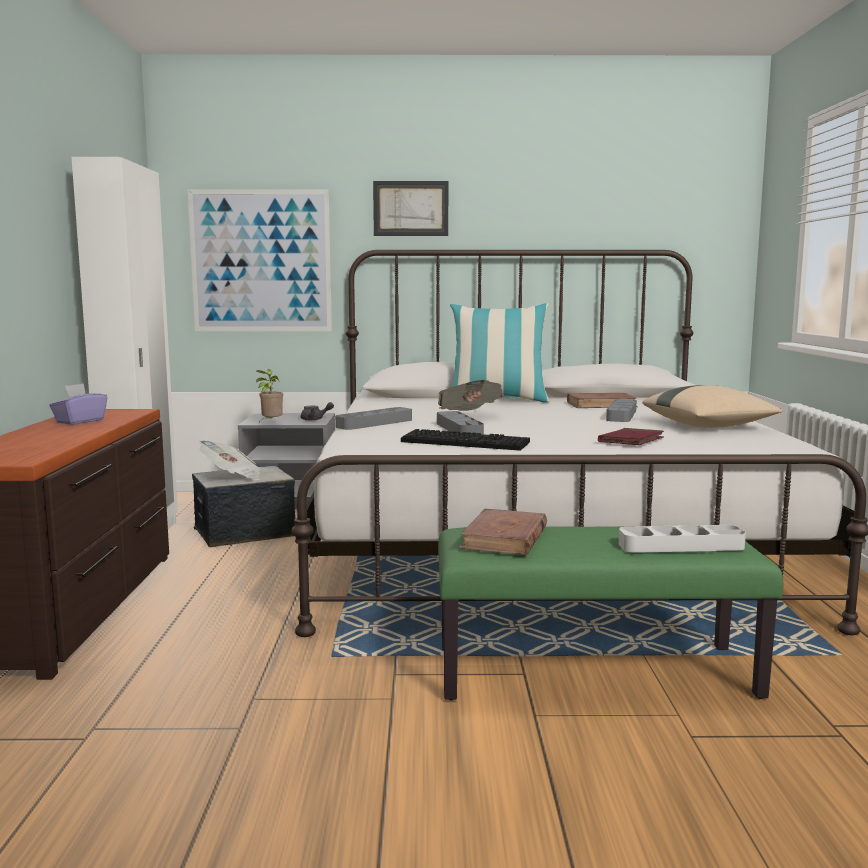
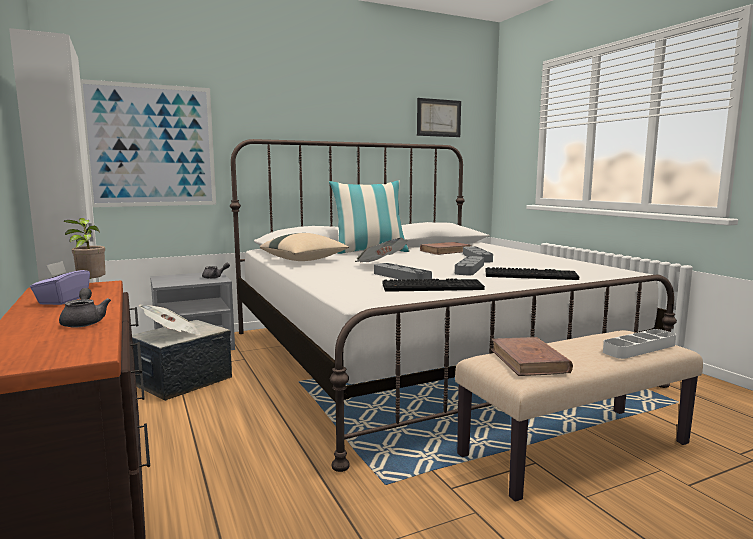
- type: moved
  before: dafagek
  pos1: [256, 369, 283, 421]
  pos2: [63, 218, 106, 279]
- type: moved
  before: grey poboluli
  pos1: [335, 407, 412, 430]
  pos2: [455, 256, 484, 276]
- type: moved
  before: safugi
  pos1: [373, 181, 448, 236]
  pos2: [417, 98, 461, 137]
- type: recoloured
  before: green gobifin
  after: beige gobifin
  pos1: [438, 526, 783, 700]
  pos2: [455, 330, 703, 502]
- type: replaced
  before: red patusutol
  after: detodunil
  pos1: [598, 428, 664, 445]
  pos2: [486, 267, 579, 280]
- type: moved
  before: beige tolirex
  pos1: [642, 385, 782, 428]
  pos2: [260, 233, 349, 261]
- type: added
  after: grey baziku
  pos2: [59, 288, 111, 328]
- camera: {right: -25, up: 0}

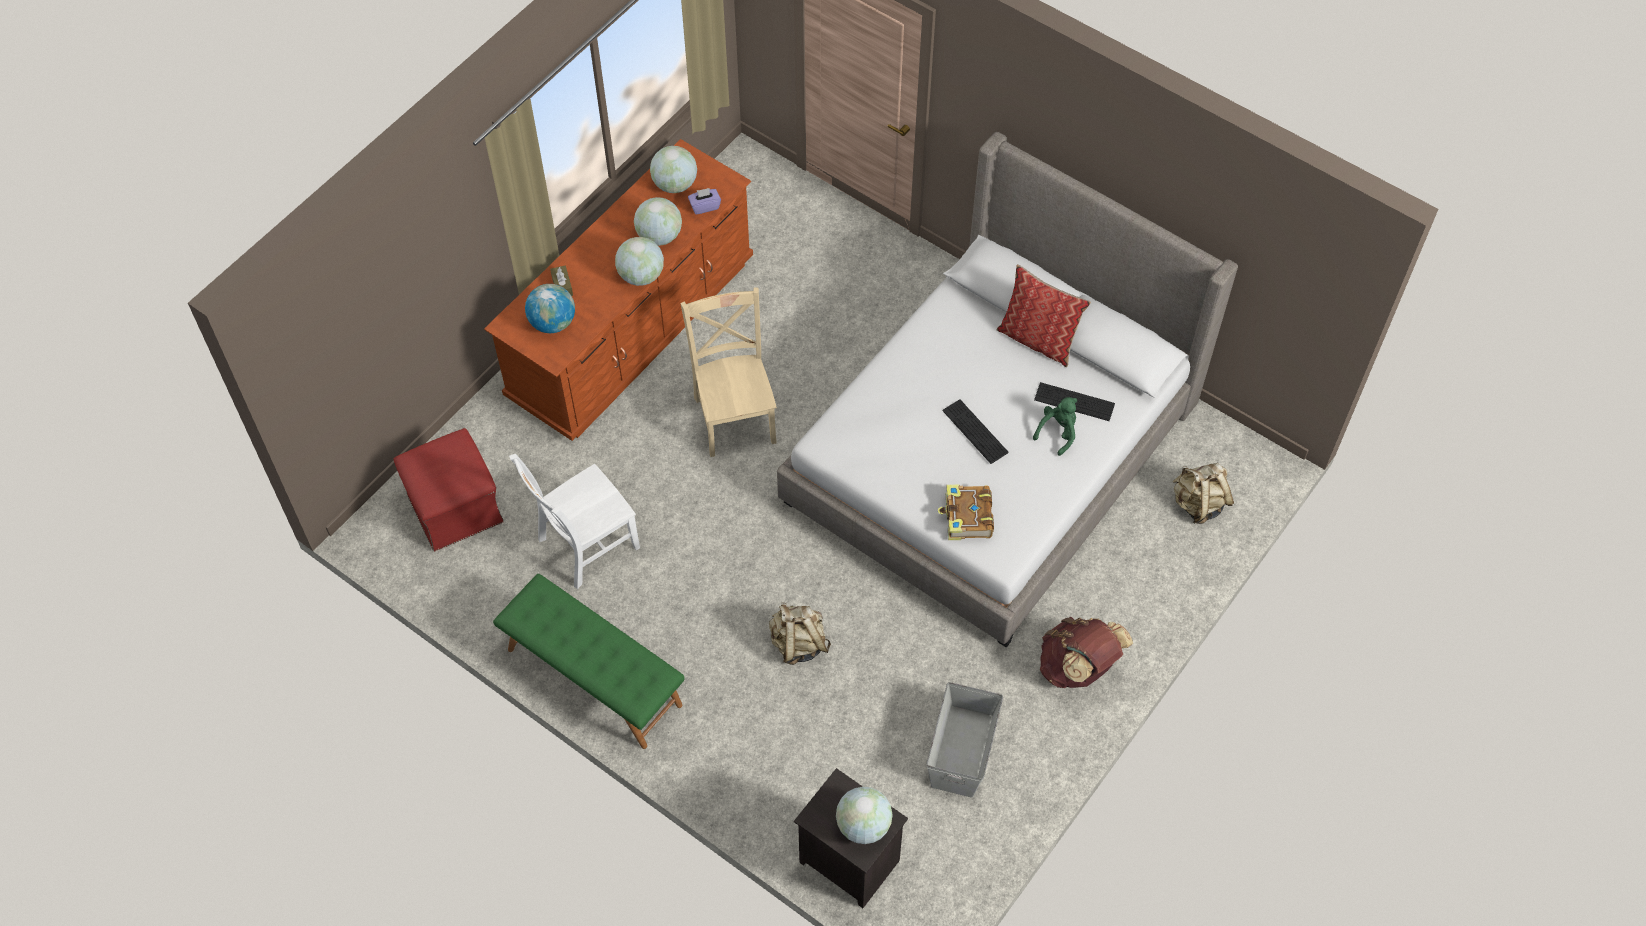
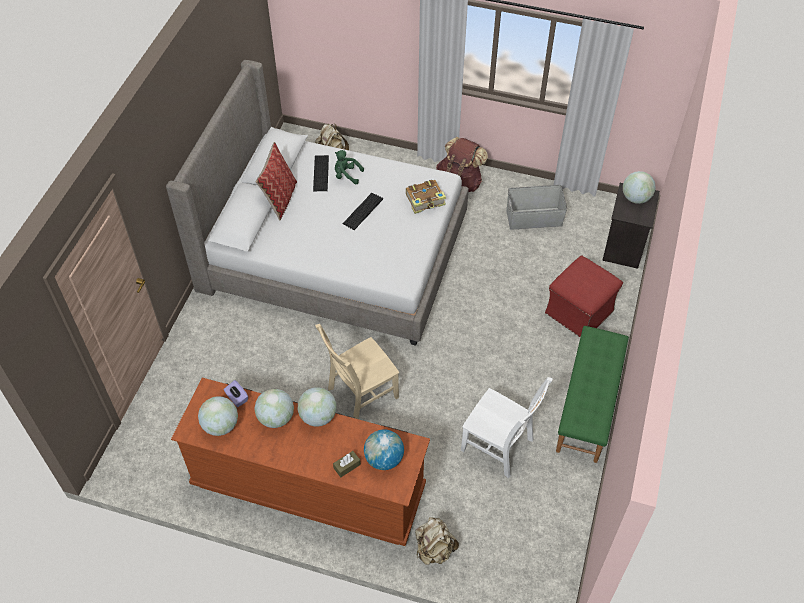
- type: moved
  before: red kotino
  pos1: [394, 428, 504, 551]
  pos2: [545, 255, 623, 337]
- type: moved
  before: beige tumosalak
  pos1: [769, 603, 831, 665]
  pos2: [415, 517, 459, 565]
- camera: {right: -110, up: -5}

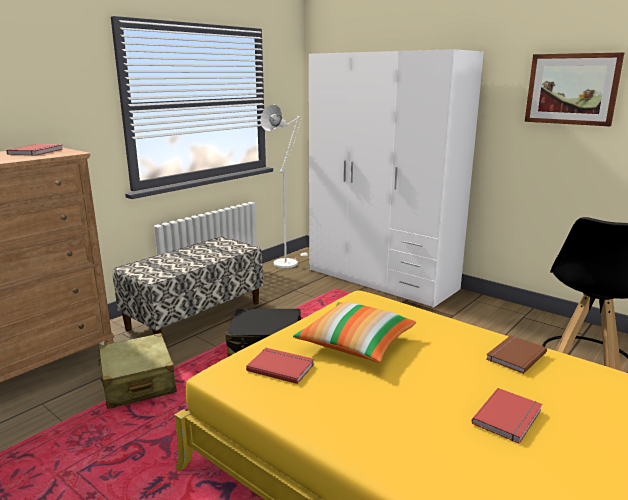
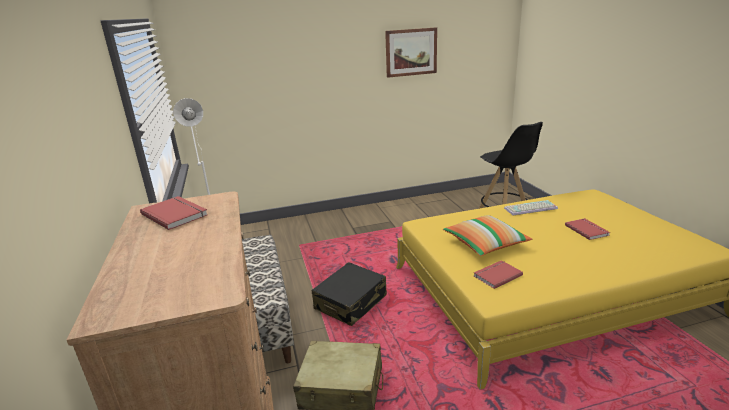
- type: removed
  before: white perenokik
  pos1: [309, 49, 484, 308]
- type: replaced
  before: brown patusutol
  after: detodunil
  pos1: [486, 335, 547, 374]
  pos2: [504, 200, 558, 215]
- camera: {right: -55, up: 5}

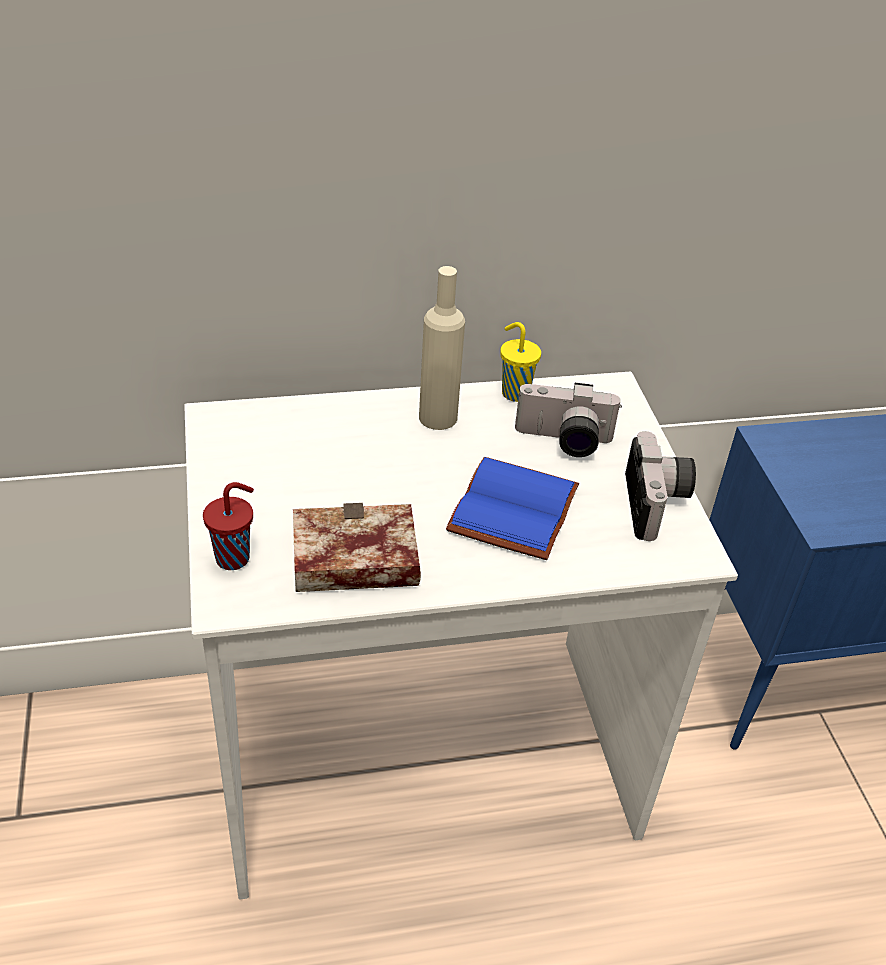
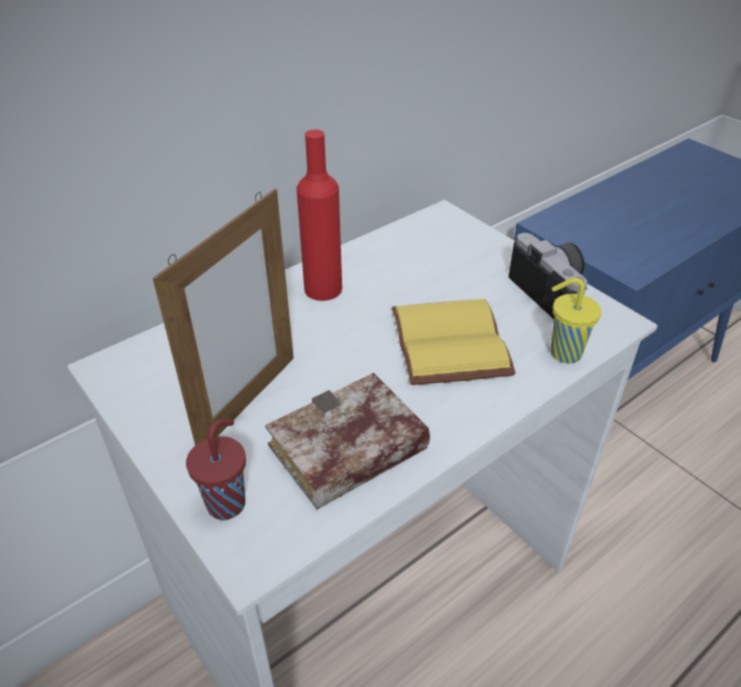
- type: recoloured
  before: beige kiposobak
  after: red kiposobak
  pos1: [419, 266, 465, 430]
  pos2: [296, 130, 342, 301]
- type: recoloured
  before: blue patusutol
  after: yellow patusutol
  pos1: [446, 457, 579, 560]
  pos2: [392, 299, 516, 385]
- type: moved
  before: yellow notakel
  pos1: [500, 322, 541, 402]
  pos2: [550, 278, 601, 363]
- type: removed
  before: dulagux
  pos1: [515, 383, 622, 457]
- type: added
  after: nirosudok
  pos2: [153, 189, 294, 445]
- camera: {right: -25, up: 0}

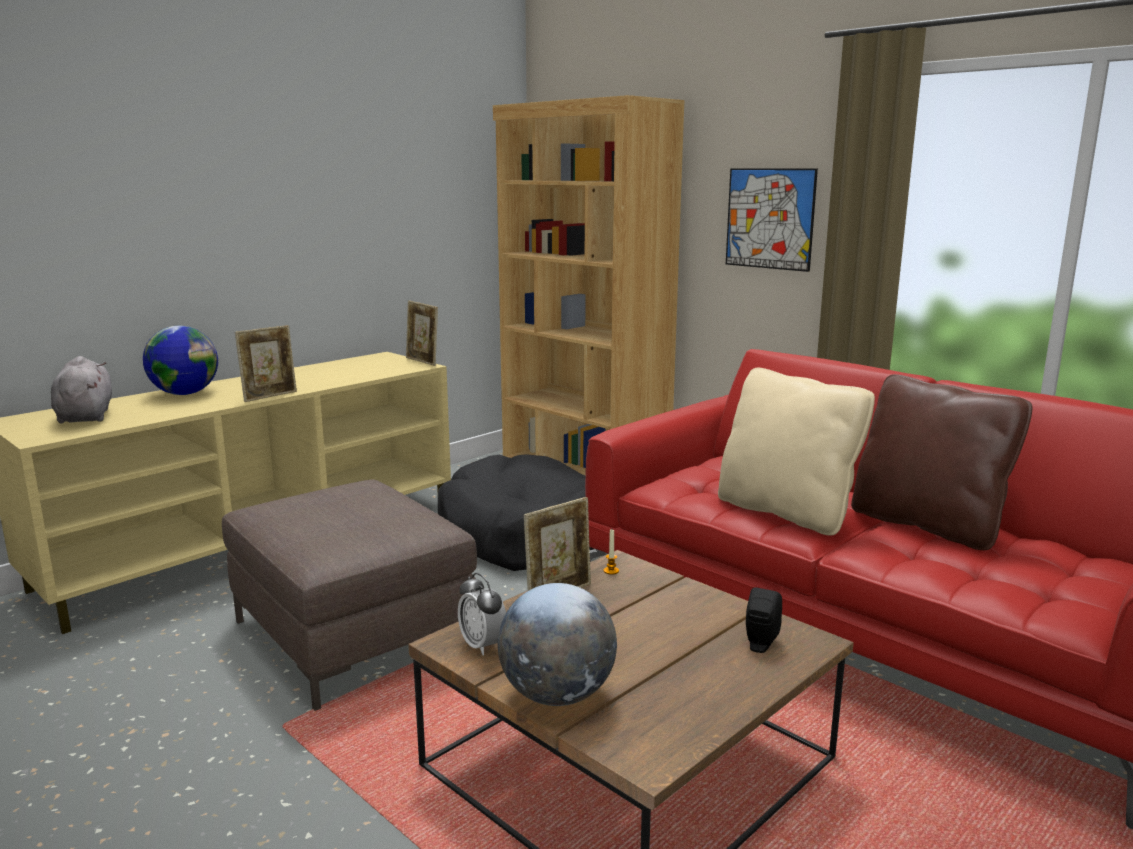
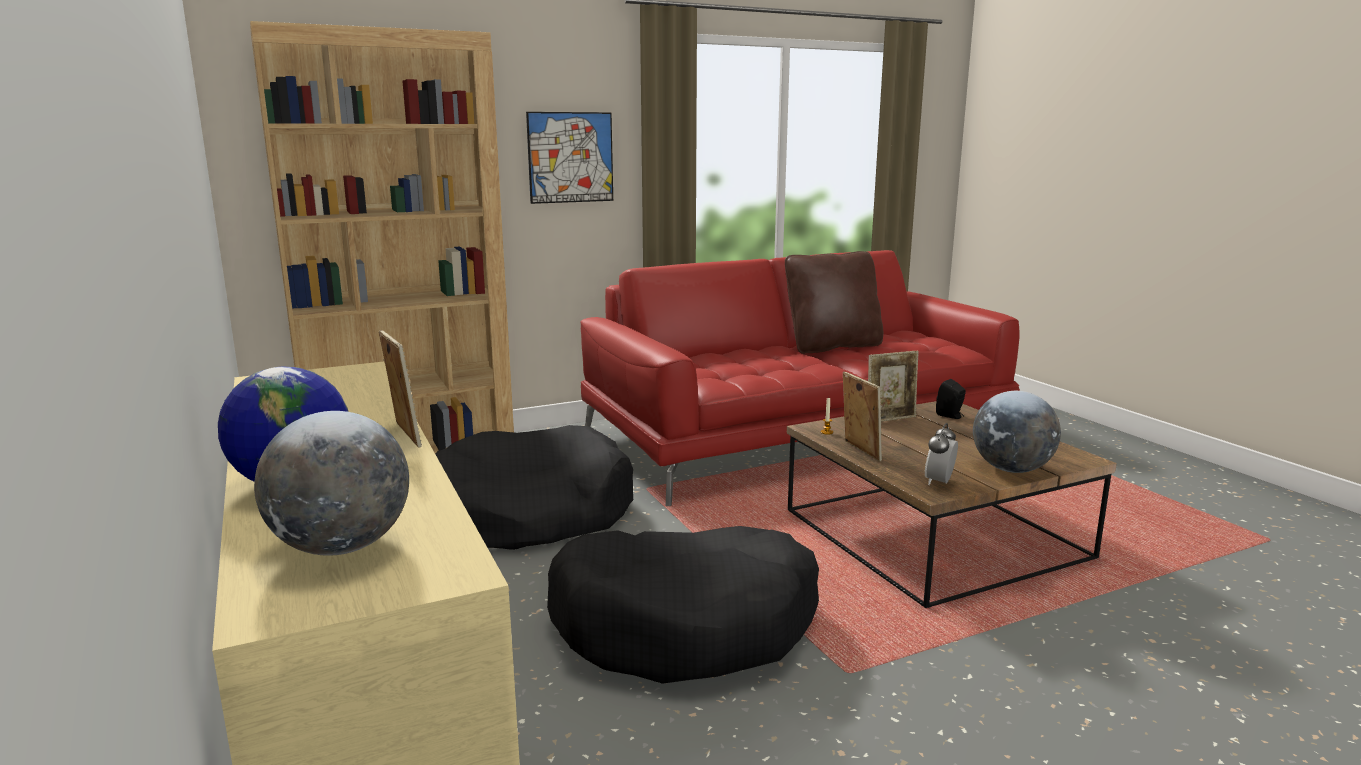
- type: replaced
  before: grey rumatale
  after: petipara
  pos1: [51, 356, 112, 423]
  pos2: [254, 411, 409, 556]
- type: replaced
  before: brown kotino
  after: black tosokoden
  pos1: [222, 479, 478, 711]
  pos2: [547, 526, 819, 684]
- type: moved
  before: nirosudok
  pos1: [406, 300, 438, 366]
  pos2: [868, 351, 919, 422]
- type: turned
  before: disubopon
  pos1: [458, 573, 506, 656]
  pos2: [925, 423, 958, 485]
  turn: 135
- type: removed
  before: beige tolirex
  pos1: [718, 368, 875, 536]
- camera: {right: -70, up: 0}

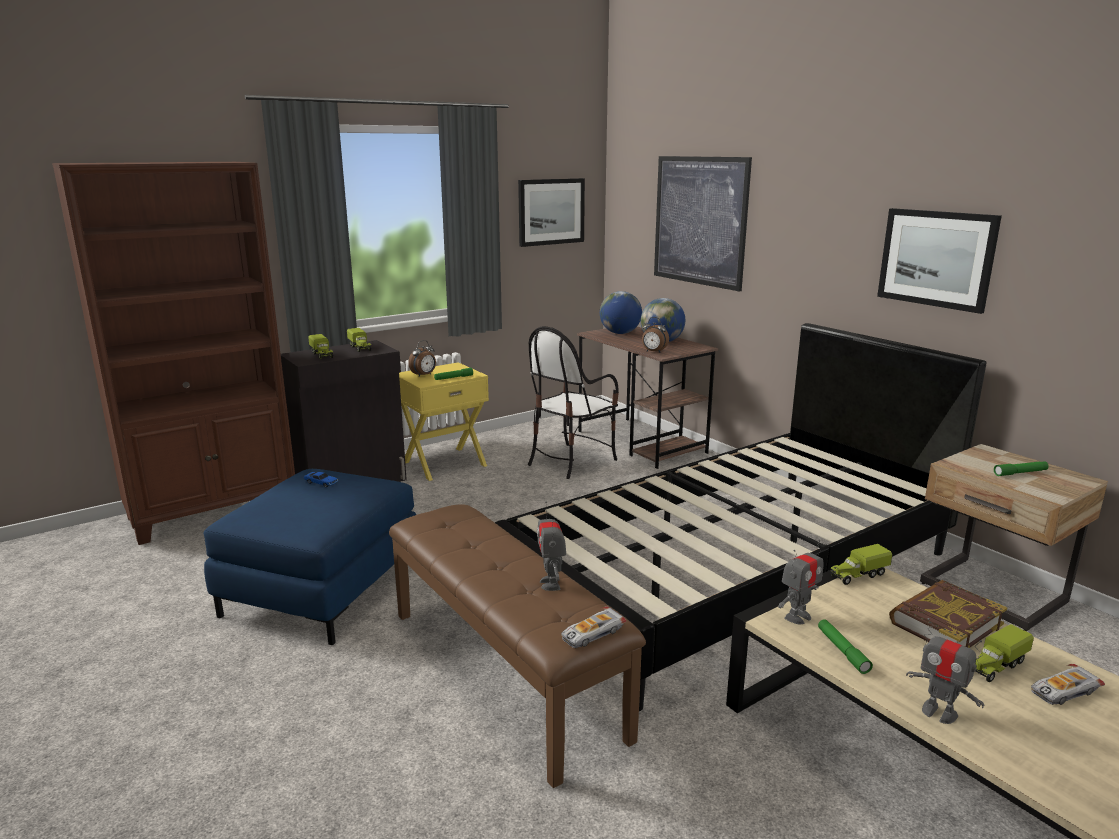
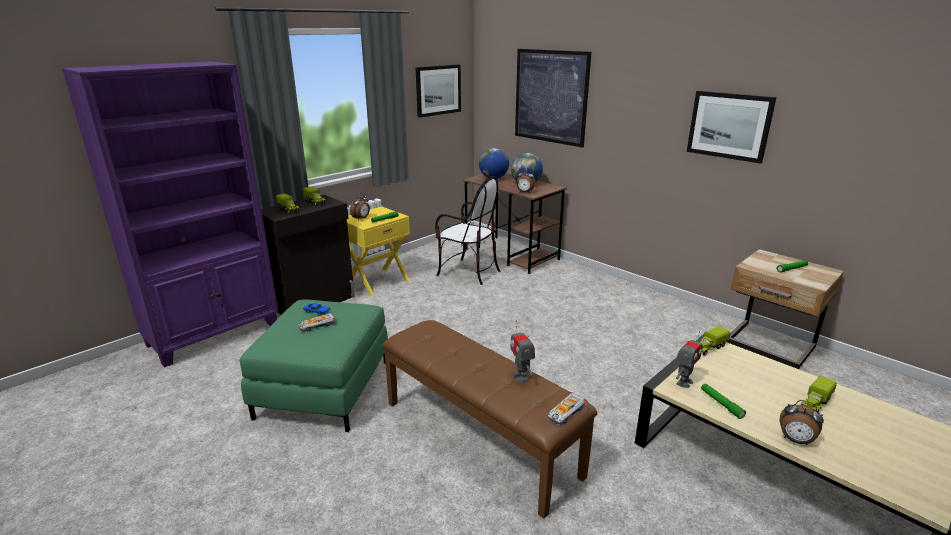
- type: recoloured
  before: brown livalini
  after: purple livalini
  pos1: [52, 162, 295, 545]
  pos2: [62, 61, 278, 368]
- type: recoloured
  before: blue kotino
  after: green kotino
  pos1: [203, 469, 416, 645]
  pos2: [239, 300, 388, 432]
- type: removed
  before: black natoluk
  pos1: [495, 323, 986, 711]
- type: turned
  before: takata
  pos1: [528, 326, 619, 479]
  pos2: [435, 176, 500, 285]
  turn: -90
- type: removed
  before: patusutol
  pos1: [889, 580, 1007, 648]
- type: replaced
  before: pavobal
  after: disubopon
  pos1: [906, 618, 984, 724]
  pos2: [780, 400, 824, 445]
- type: moved
  before: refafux
  pos1: [1031, 664, 1105, 705]
  pos2: [298, 313, 335, 332]
- camera: {right: -10, up: 5}

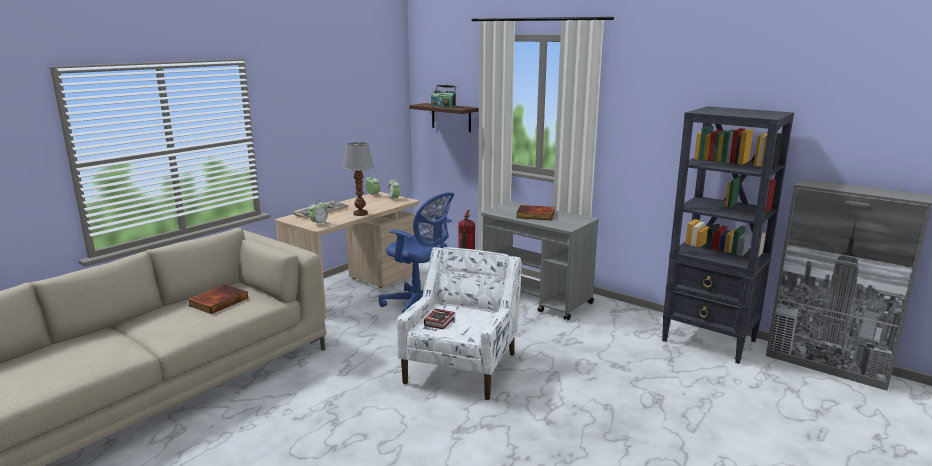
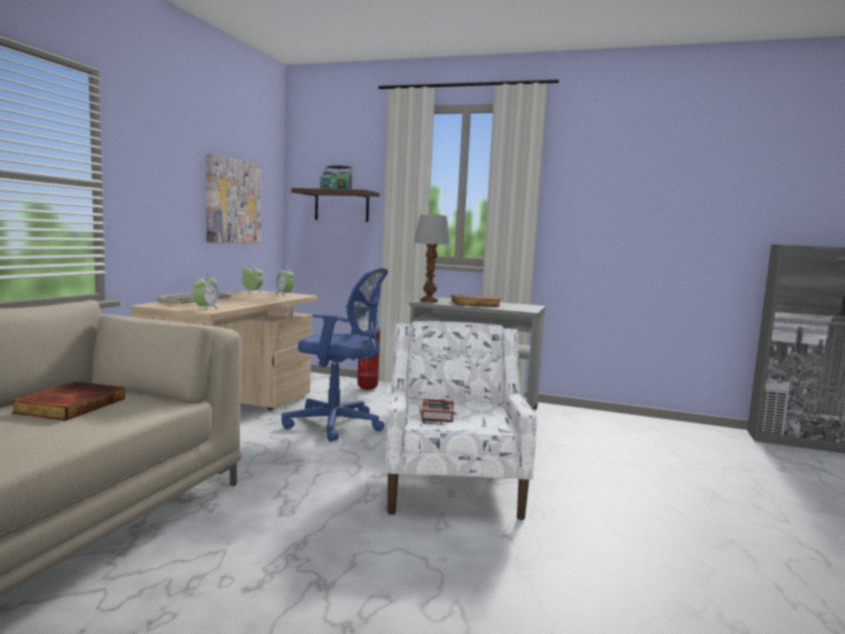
- type: moved
  before: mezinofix
  pos1: [342, 142, 374, 216]
  pos2: [414, 215, 451, 303]
- type: removed
  before: black livalini
  pos1: [662, 106, 794, 364]
- type: added
  after: safugi
  pos2: [206, 153, 261, 243]
- camera: {right: -20, up: -10}

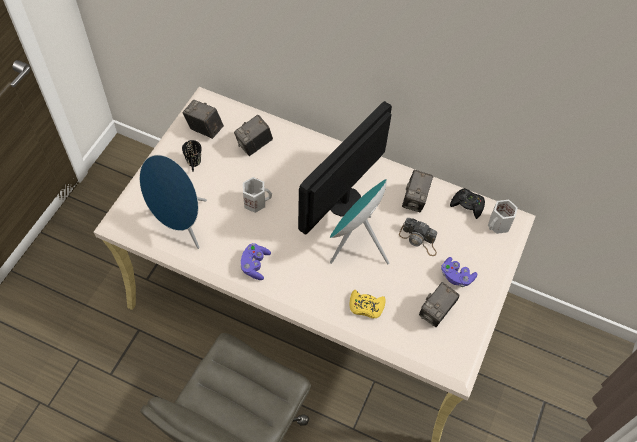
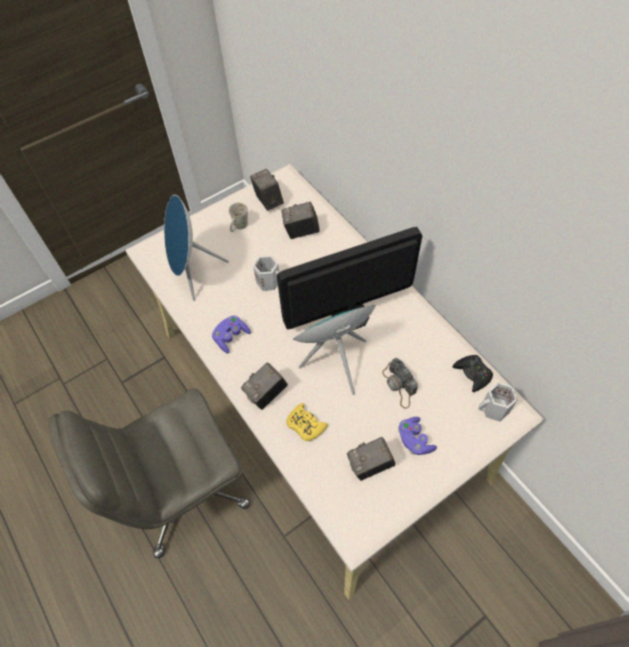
- type: recoloured
  before: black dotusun
  after: white dotusun
  pos1: [182, 140, 201, 172]
  pos2: [229, 202, 248, 232]
- type: moved
  before: dulagux
  pos1: [402, 170, 433, 212]
  pos2: [241, 362, 288, 410]
- camera: {right: 35, up: 0}

